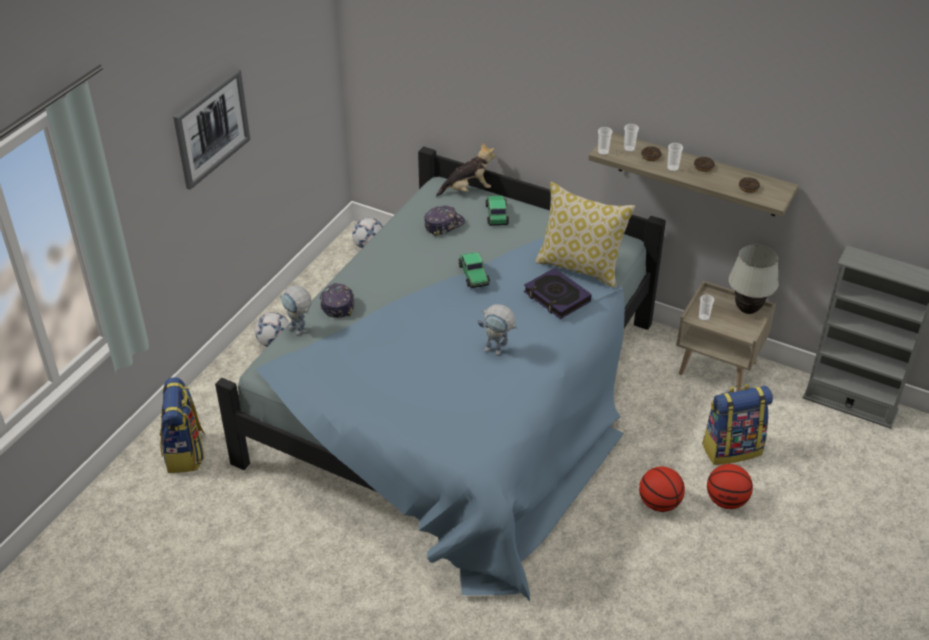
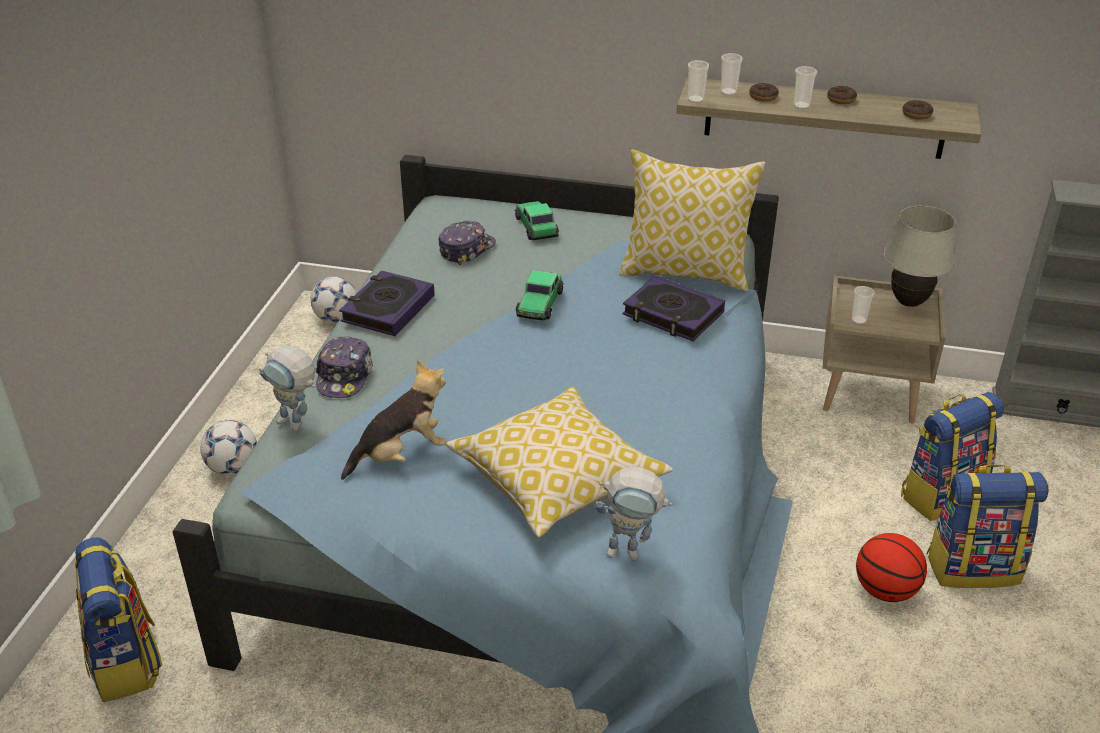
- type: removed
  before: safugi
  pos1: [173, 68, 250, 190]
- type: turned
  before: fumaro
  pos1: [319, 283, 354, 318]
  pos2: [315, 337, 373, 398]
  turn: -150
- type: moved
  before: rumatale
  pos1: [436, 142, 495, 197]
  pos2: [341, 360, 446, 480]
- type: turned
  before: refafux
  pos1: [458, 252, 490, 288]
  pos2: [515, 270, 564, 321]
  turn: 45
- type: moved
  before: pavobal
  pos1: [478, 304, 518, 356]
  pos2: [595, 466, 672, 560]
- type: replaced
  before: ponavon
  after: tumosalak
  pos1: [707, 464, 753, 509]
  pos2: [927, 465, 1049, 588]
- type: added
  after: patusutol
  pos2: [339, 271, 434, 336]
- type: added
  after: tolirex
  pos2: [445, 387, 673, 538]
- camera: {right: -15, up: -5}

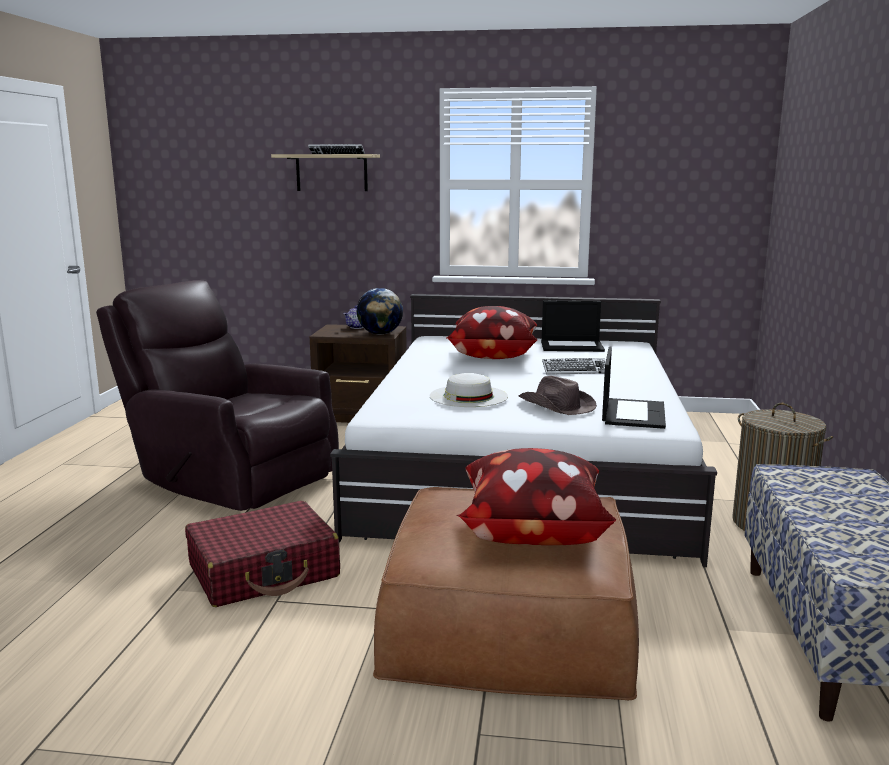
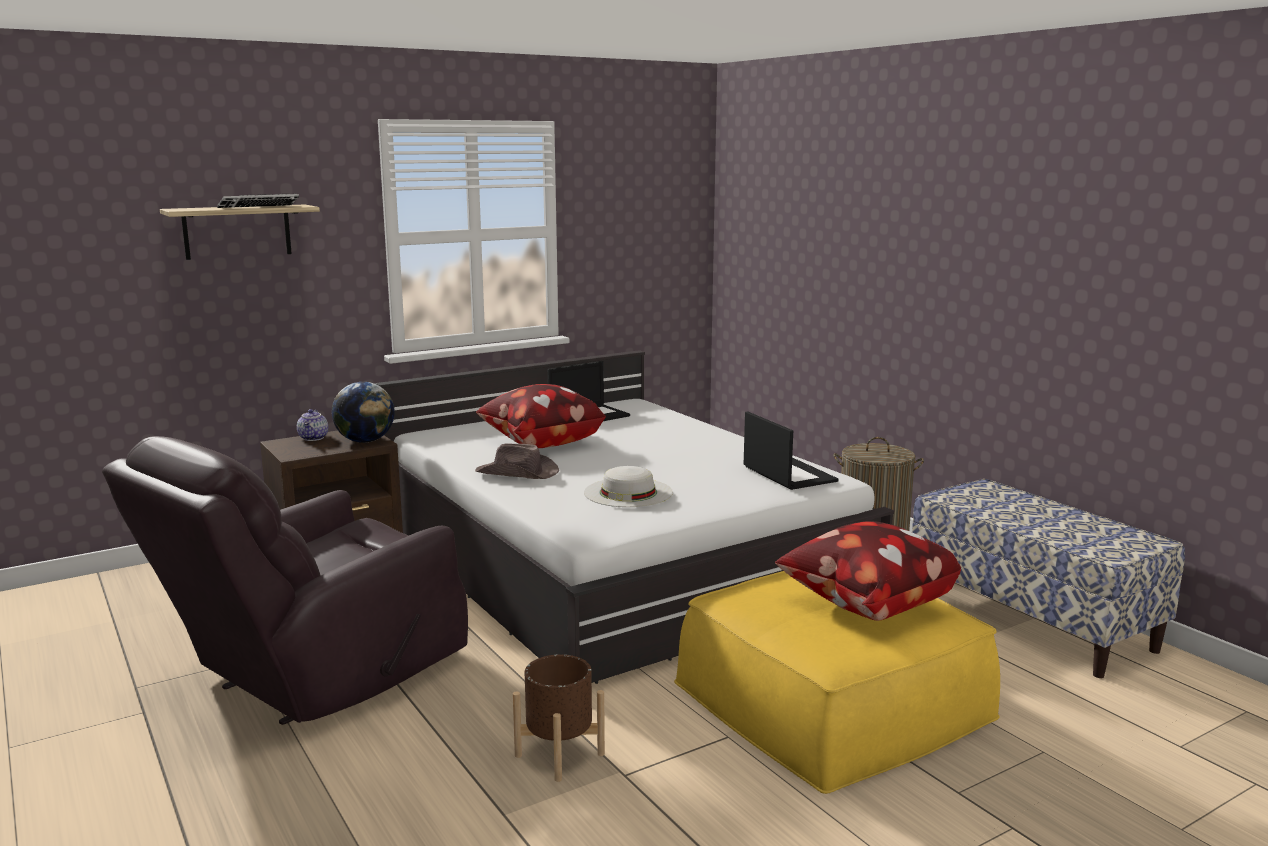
- type: turned
  before: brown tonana
  pos1: [96, 280, 339, 511]
  pos2: [102, 436, 468, 725]
  turn: -45
- type: replaced
  before: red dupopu
  after: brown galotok
  pos1: [185, 501, 340, 607]
  pos2: [513, 654, 605, 782]
- type: recoloured
  before: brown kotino
  after: yellow kotino
  pos1: [373, 487, 639, 700]
  pos2: [674, 571, 1000, 794]
- type: moved
  before: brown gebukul
  pos1: [519, 376, 597, 415]
  pos2: [475, 444, 559, 479]
- type: removed
  before: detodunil
  pos1: [542, 358, 606, 375]
- camera: {right: -40, up: 0}

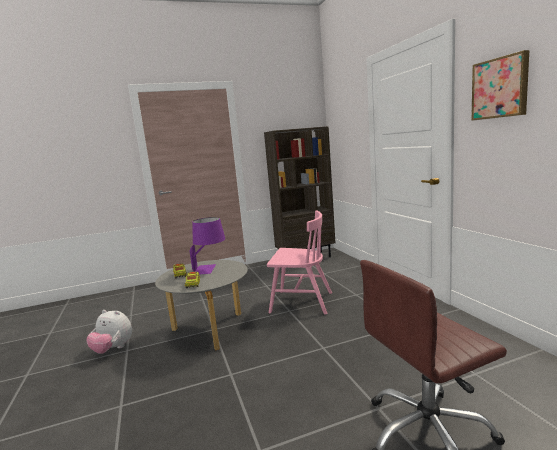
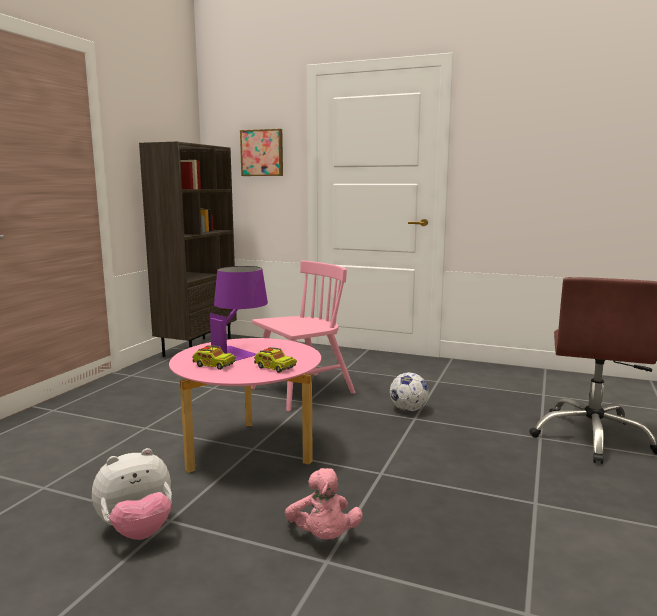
- type: recoloured
  before: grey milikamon
  after: pink milikamon
  pos1: [155, 260, 248, 351]
  pos2: [169, 338, 321, 473]
- type: moved
  before: safugi
  pos1: [471, 50, 529, 121]
  pos2: [240, 129, 283, 176]
- type: added
  after: pink rumatale
  pos2: [285, 468, 363, 540]
- type: added
  after: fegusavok
  pos2: [390, 372, 429, 412]
- camera: {right: -50, up: 0}

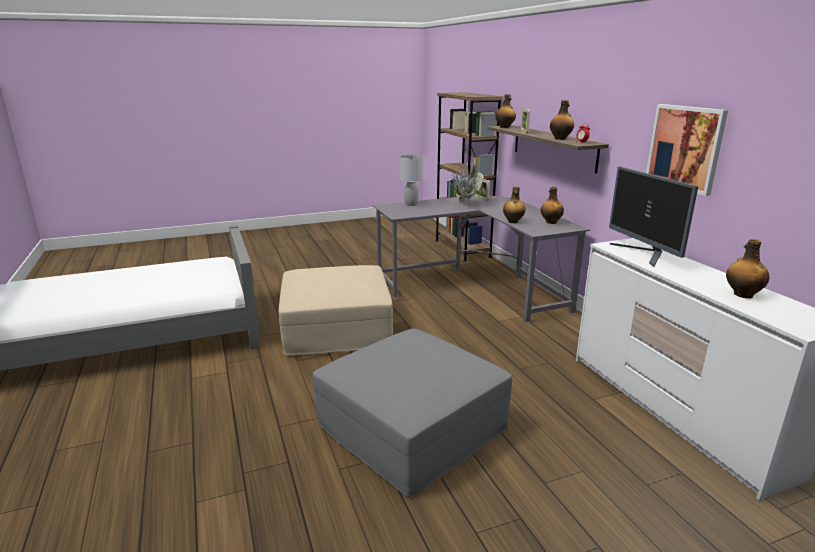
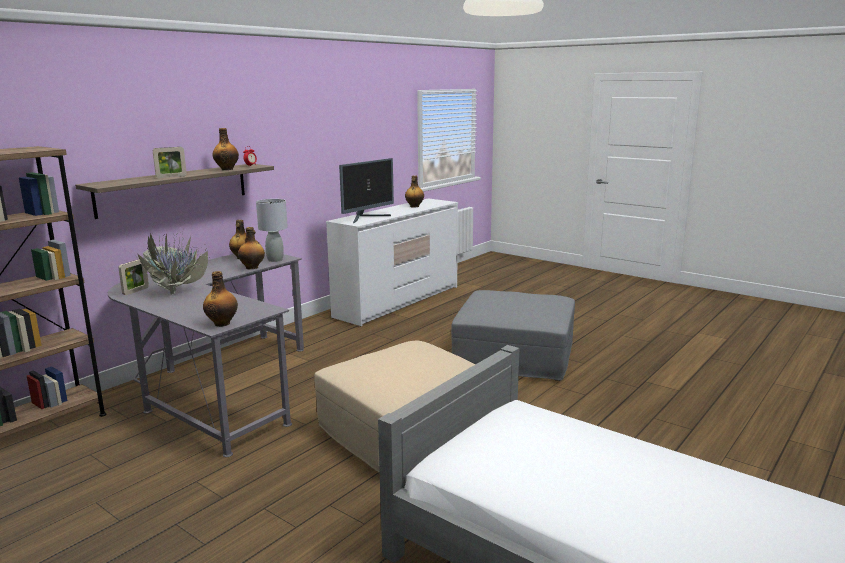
- type: moved
  before: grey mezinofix
  pos1: [400, 155, 423, 206]
  pos2: [256, 199, 288, 262]
- type: moved
  before: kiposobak
  pos1: [495, 94, 516, 128]
  pos2: [203, 271, 238, 327]
- type: removed
  before: safugi
  pos1: [646, 104, 728, 196]
- camera: {right: -120, up: -5}

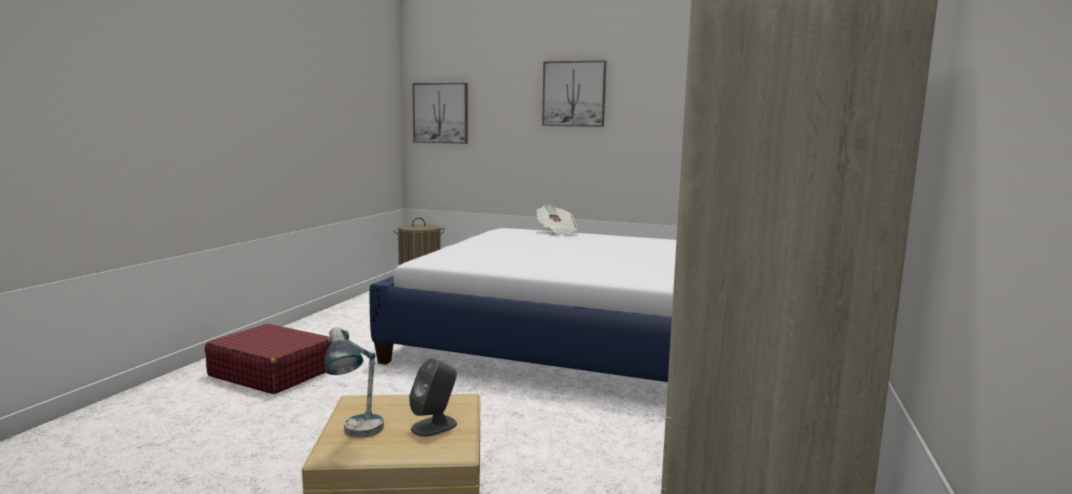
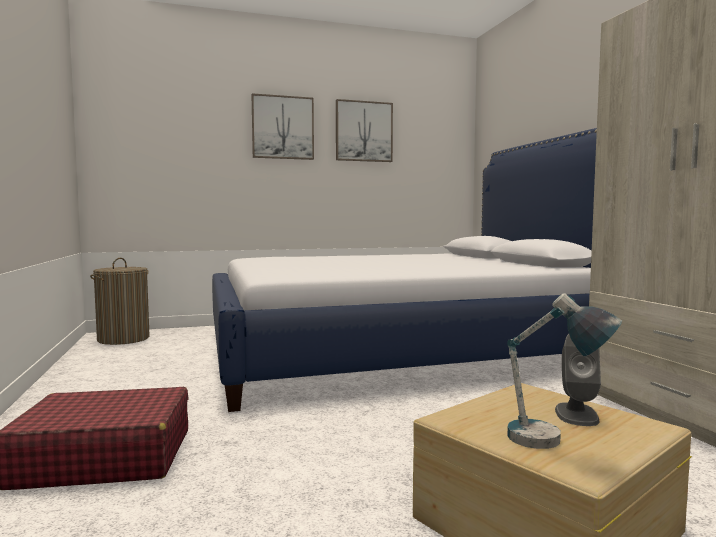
- type: moved
  before: safugi
  pos1: [412, 83, 468, 144]
  pos2: [336, 99, 393, 162]
- type: removed
  before: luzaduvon
  pos1: [536, 205, 577, 235]
- camera: {right: -35, up: -5}

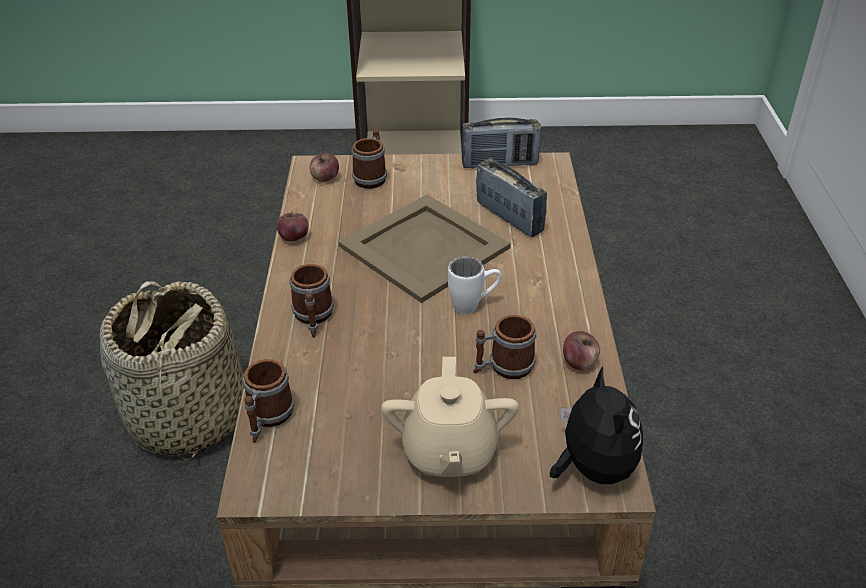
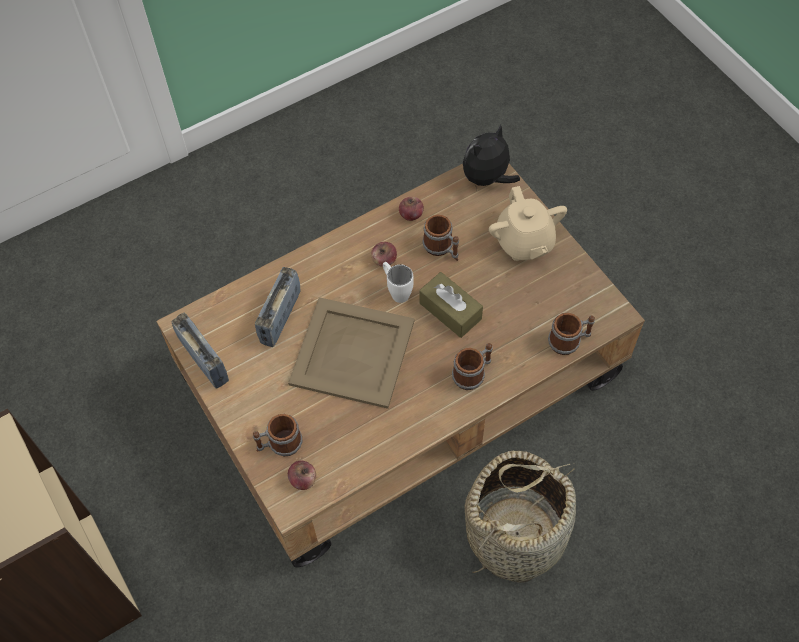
- type: moved
  before: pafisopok
  pos1: [277, 211, 309, 242]
  pos2: [371, 242, 397, 267]
- type: turned
  before: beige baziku
  pos1: [381, 357, 519, 477]
  pos2: [489, 186, 567, 261]
  turn: 105
- type: added
  after: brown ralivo
  pos2: [419, 272, 483, 338]
- camera: {right: -120, up: 20}

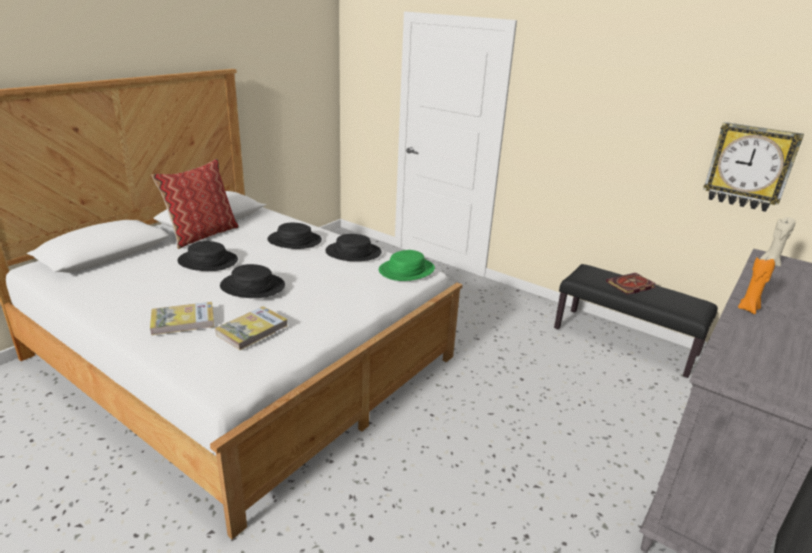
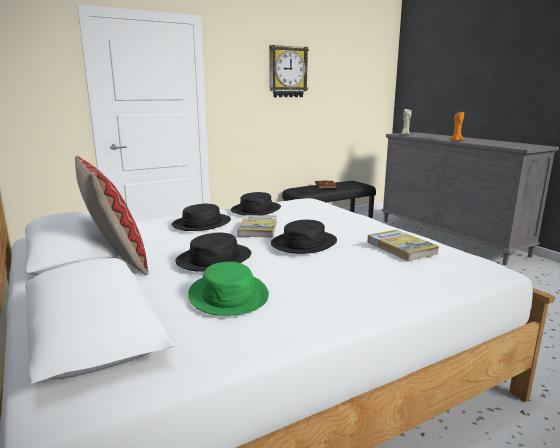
- type: moved
  before: patusutol
  pos1: [150, 302, 214, 335]
  pos2: [237, 215, 277, 238]
- type: moved
  before: green gebukul
  pos1: [379, 250, 435, 281]
  pos2: [188, 262, 269, 316]
- type: moved
  before: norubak
  pos1: [703, 122, 804, 212]
  pos2: [269, 45, 309, 97]
- camera: {right: -65, up: -10}

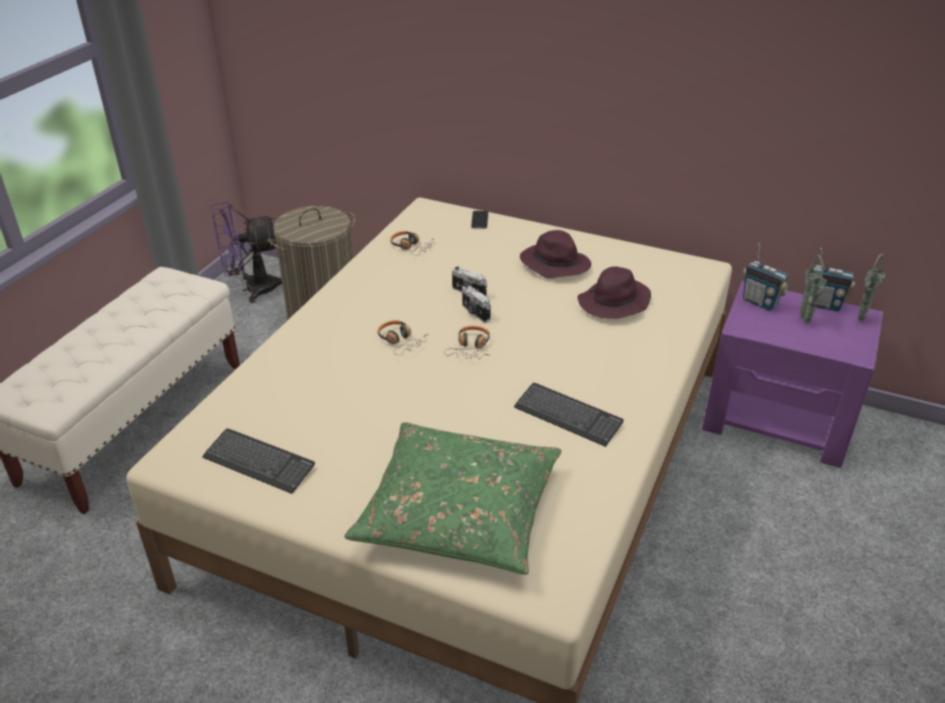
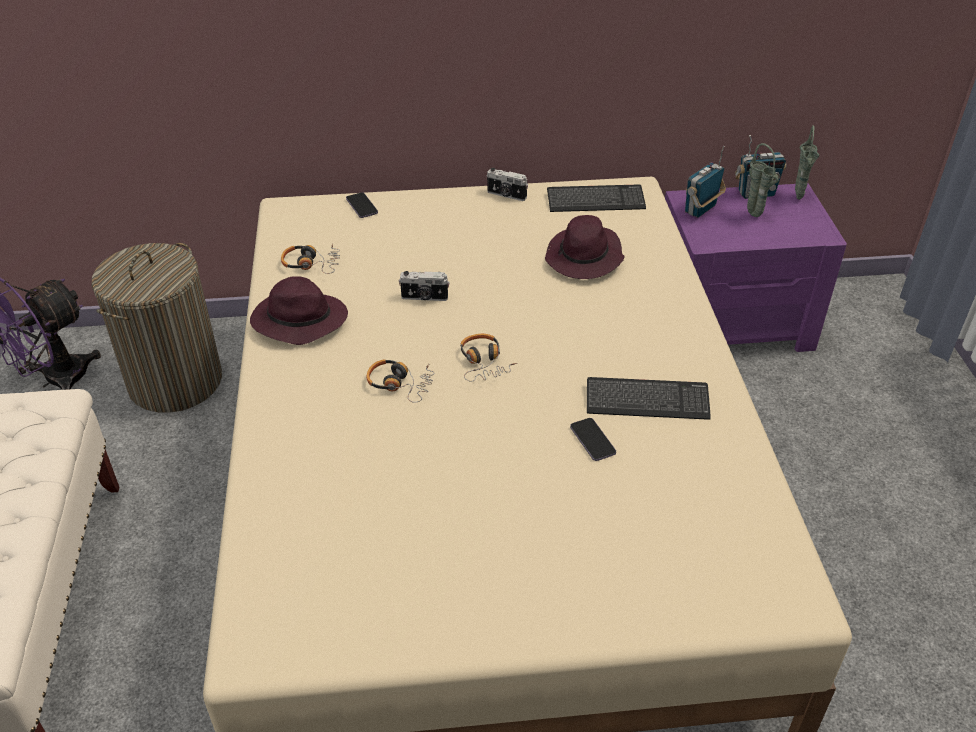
- type: moved
  before: detodunil
  pos1: [202, 428, 315, 494]
  pos2: [547, 184, 646, 212]
- type: removed
  before: green tolirex
  pos1: [345, 422, 562, 575]
- type: moved
  before: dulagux
  pos1: [462, 284, 491, 322]
  pos2: [487, 168, 528, 201]
- type: moved
  before: purple gebukul
  pos1: [520, 230, 591, 278]
  pos2: [250, 276, 348, 345]
- type: turned
  before: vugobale
  pos1: [743, 243, 788, 311]
  pos2: [685, 146, 726, 218]
  turn: 120
- type: added
  after: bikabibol
  pos2: [570, 418, 616, 461]
- camera: {right: -30, up: 5}

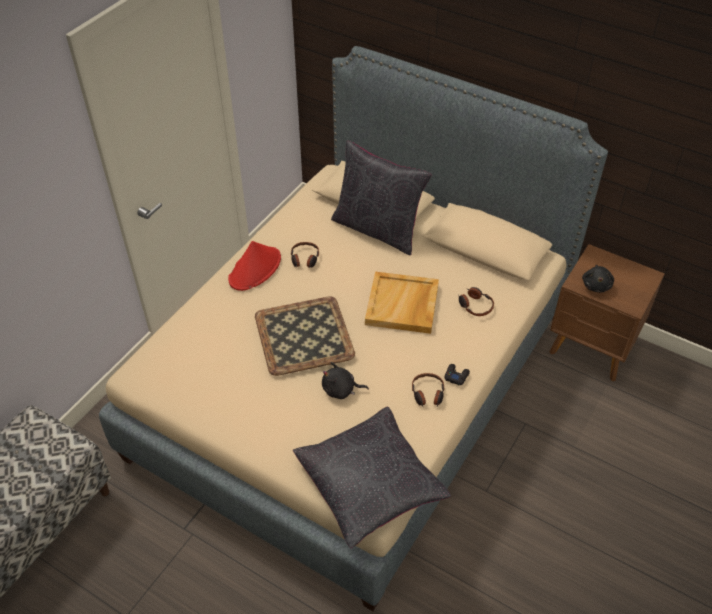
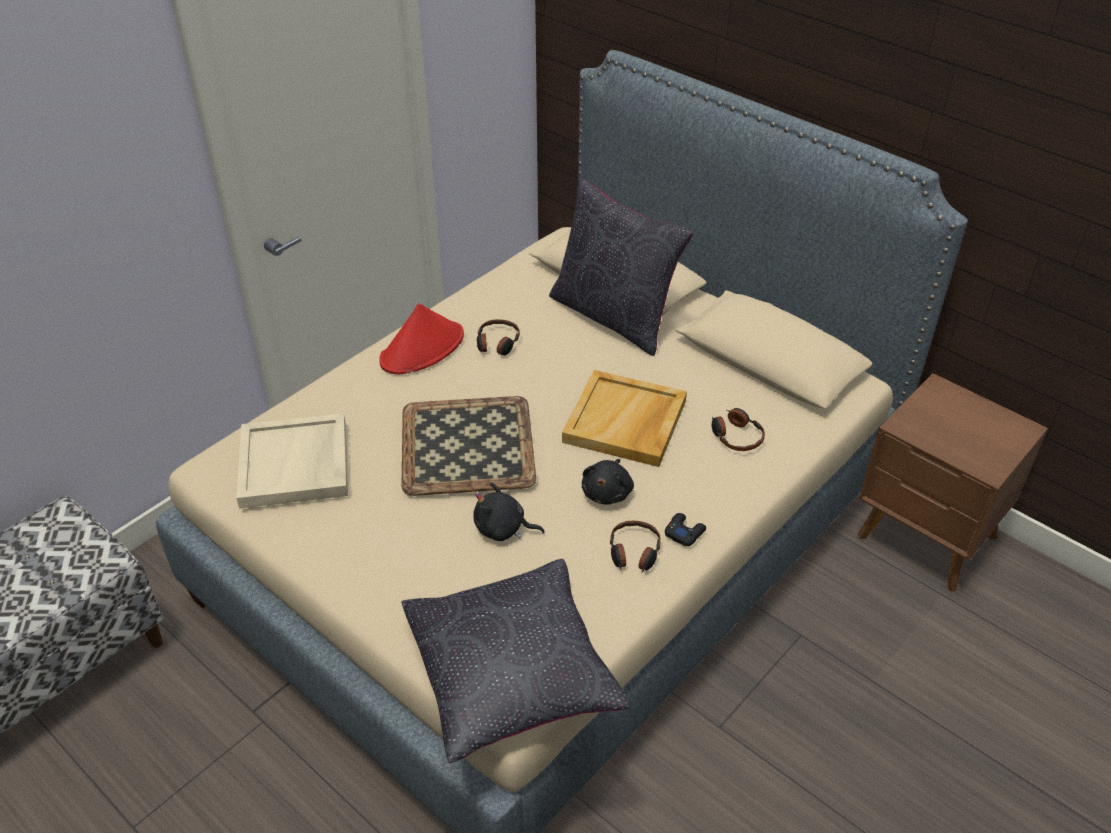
- type: moved
  before: black rumatale
  pos1: [582, 265, 614, 292]
  pos2: [582, 459, 634, 505]
- type: added
  after: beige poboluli
  pos2: [236, 413, 348, 509]
- camera: {right: 10, up: -5}

